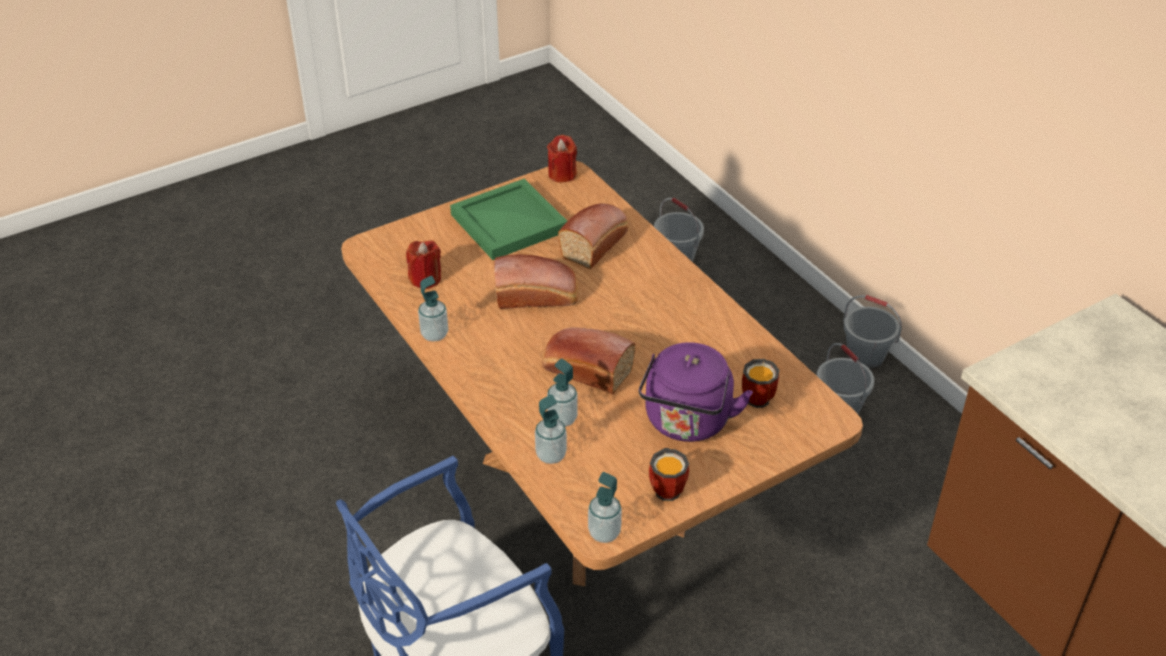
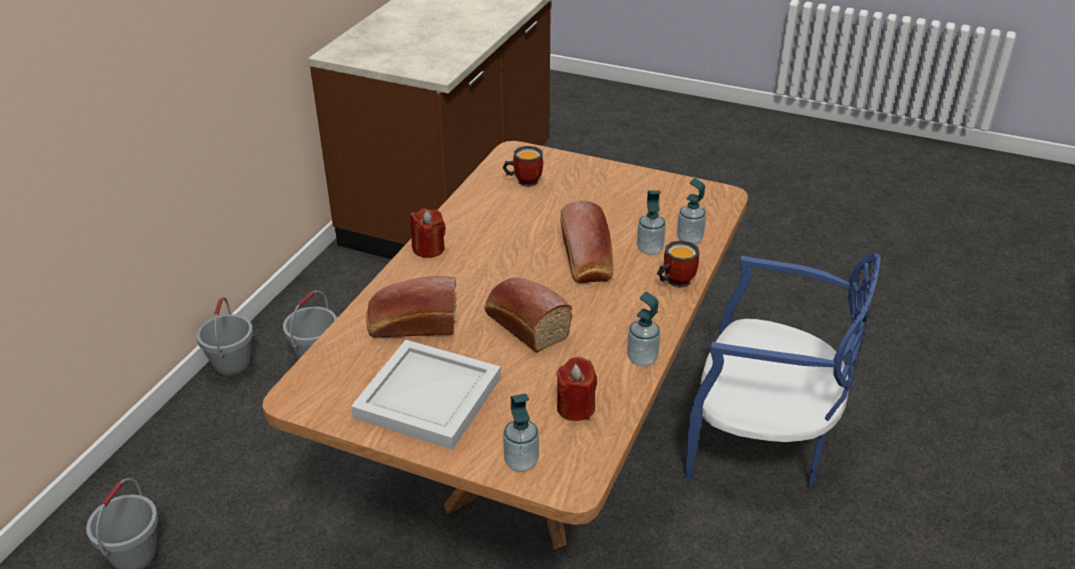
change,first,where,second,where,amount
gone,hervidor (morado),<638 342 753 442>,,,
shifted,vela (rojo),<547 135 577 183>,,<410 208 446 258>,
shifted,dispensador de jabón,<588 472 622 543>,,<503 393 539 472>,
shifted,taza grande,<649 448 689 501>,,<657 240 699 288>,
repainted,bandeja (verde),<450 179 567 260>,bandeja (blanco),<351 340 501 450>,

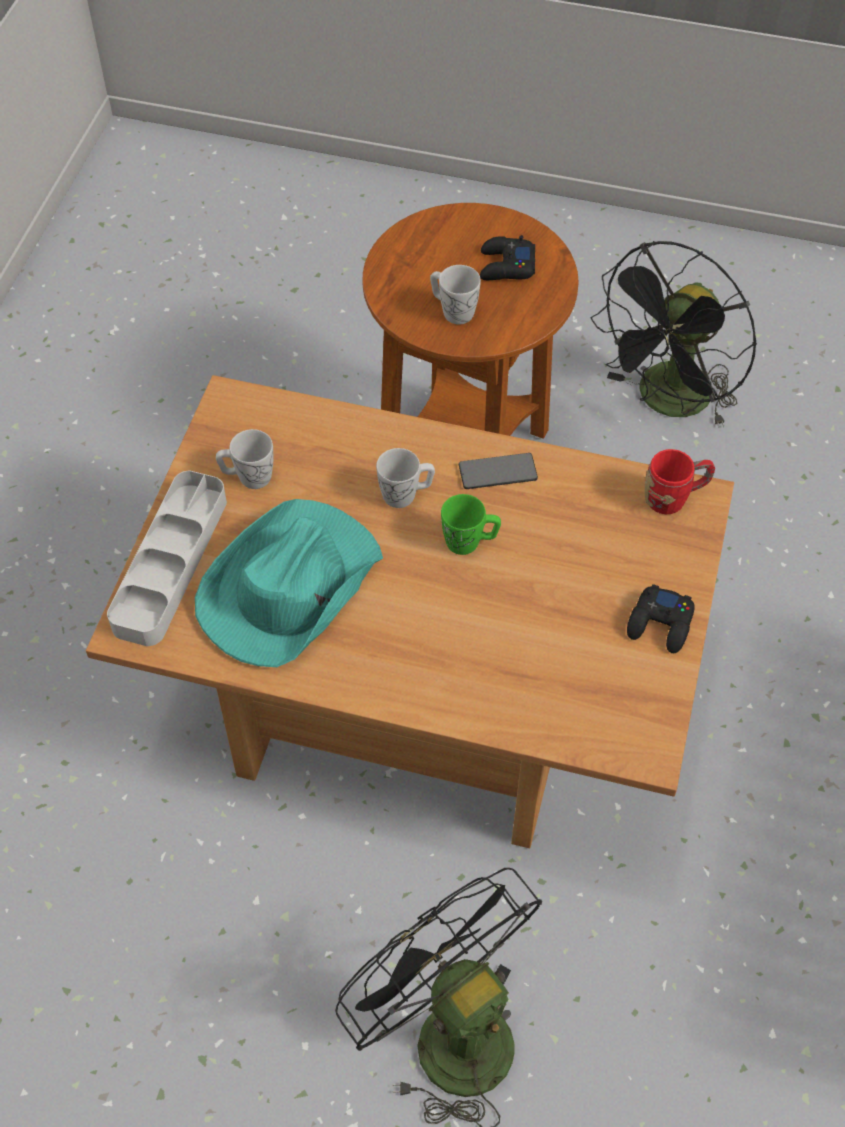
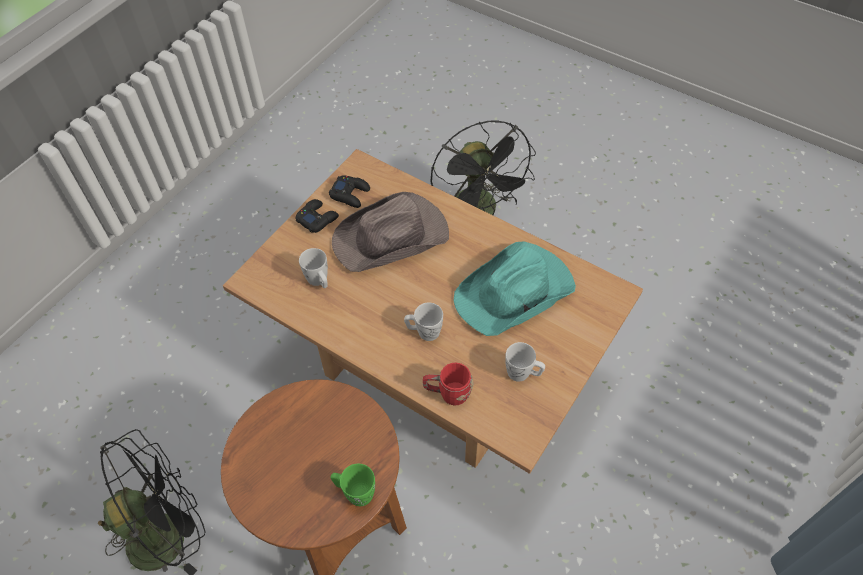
change,first,where,second,where,amount
gone,bandeja (gris),<107 471 227 646>,,,
gone,móvil,<459 453 538 489>,,,
new,,,sombrero (marrón),<332 192 449 272>,
shifted,taza grande (blanco),<430 265 481 324>,,<299 248 328 288>,
shifted,taza grande (verde),<441 494 501 555>,,<331 464 375 506>,
shifted,mando de consola (negro),<480 235 535 280>,,<329 175 370 208>,
shifted,taza grande (rojo),<645 449 715 514>,,<423 363 473 406>,

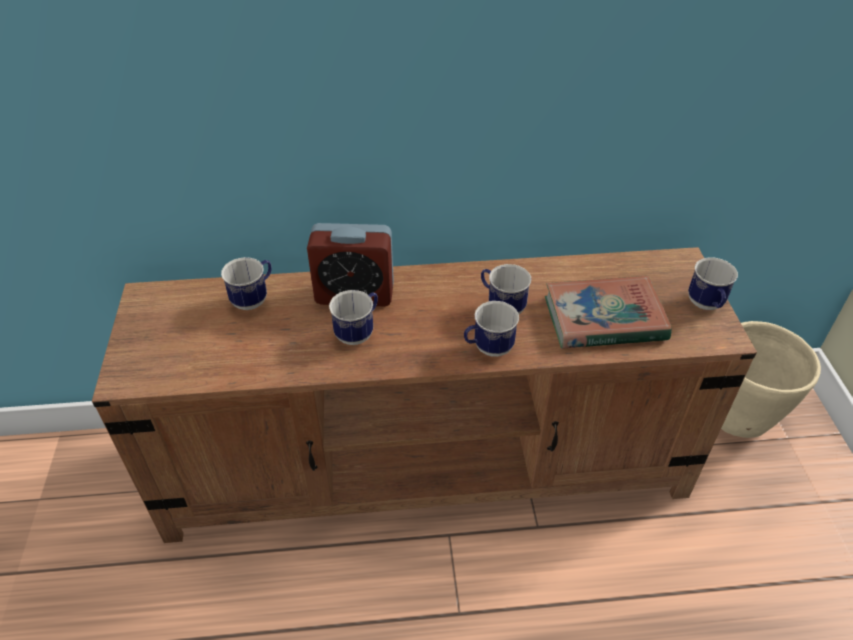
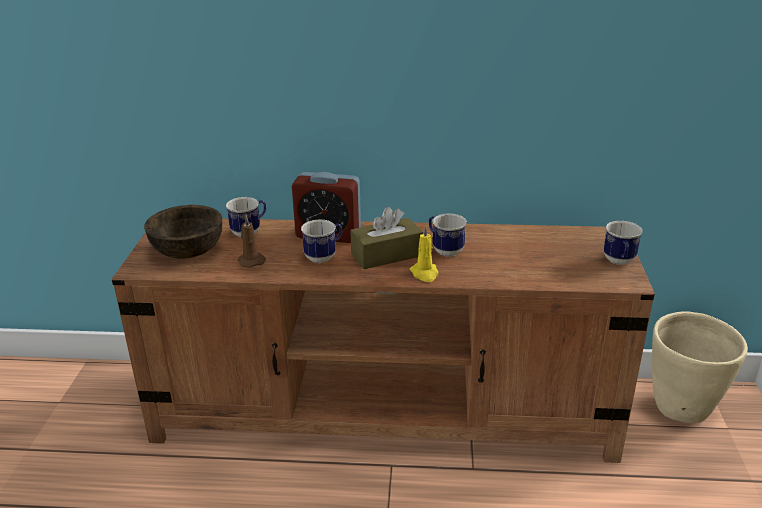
change,first,where,second,where,amount
gone,libro,<545 276 672 349>,,,
new,,,cuenco (marrón),<144 205 222 259>,
new,,,vela (marrón),<238 215 266 268>,
new,,,caja de pañuelos (marrón),<350 207 423 269>,
swapped,taza grande,<464 301 519 357>,vela (amarillo),<410 225 438 282>,

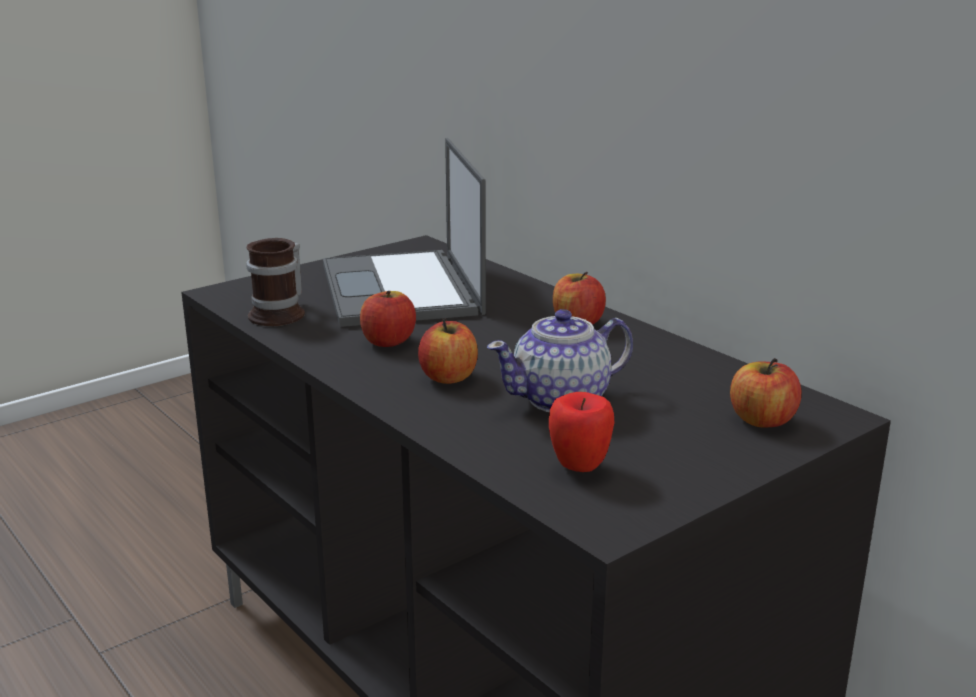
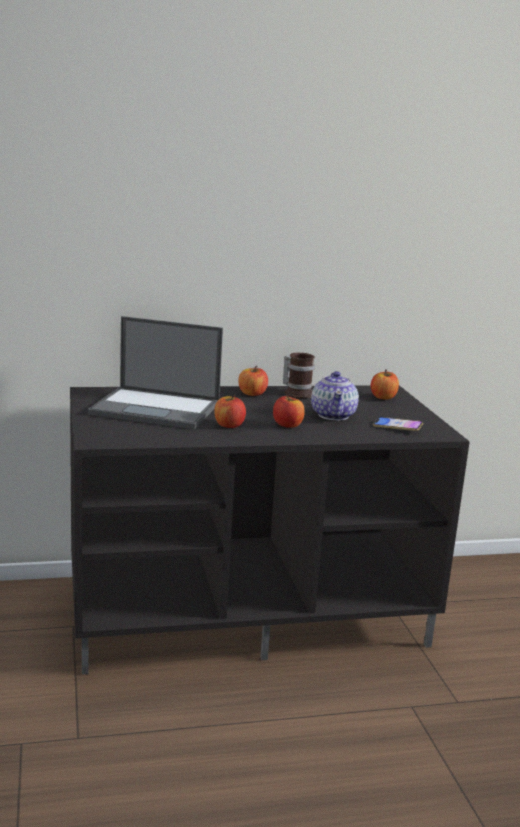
change,first,where,second,where,amount
shifted,taza grande,<246 238 305 326>,,<283 353 315 398>,
swapped,manzana,<549 392 614 472>,móvil,<373 417 423 431>,

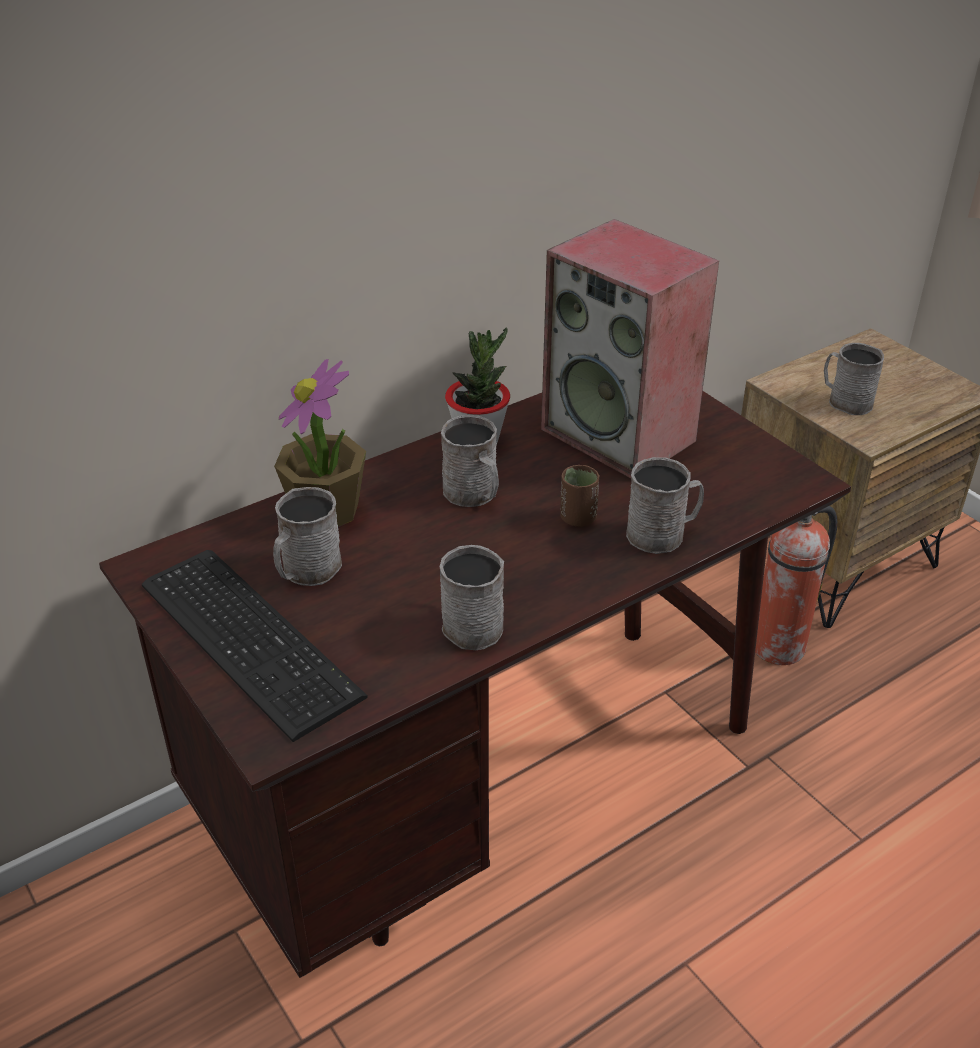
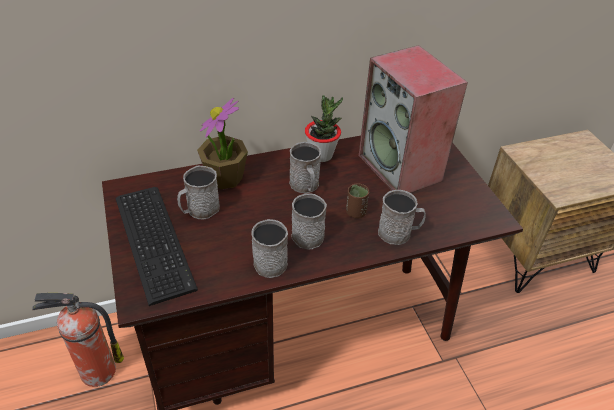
change,first,where,second,where,amount
shifted,extintor,<755 506 837 665>,,<32 293 124 387>,
shifted,taza grande (gris),<824 343 884 415>,,<291 193 327 249>,

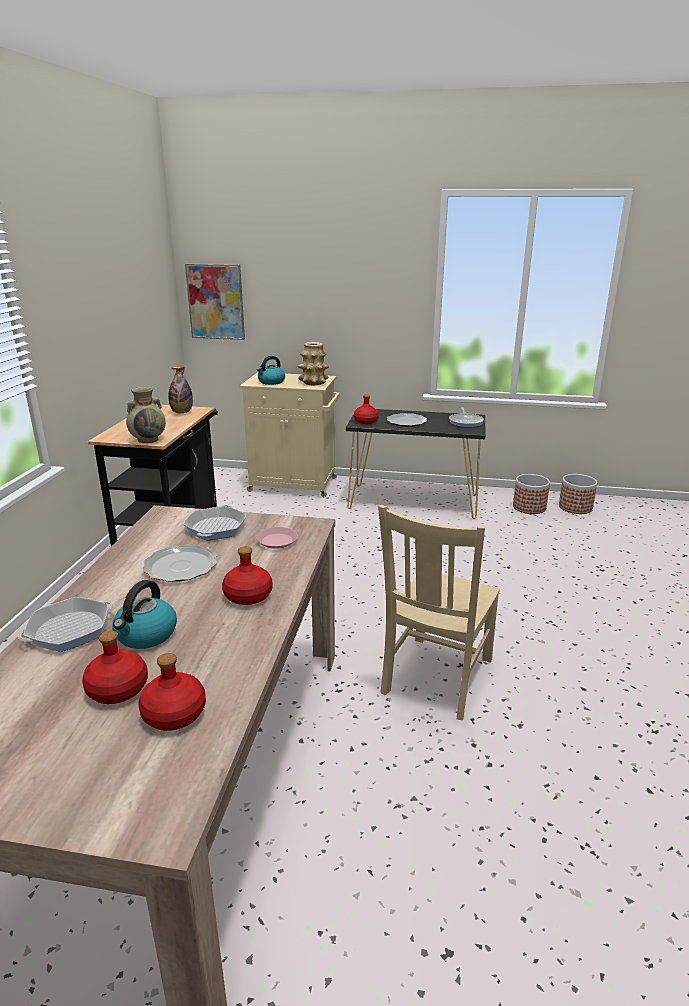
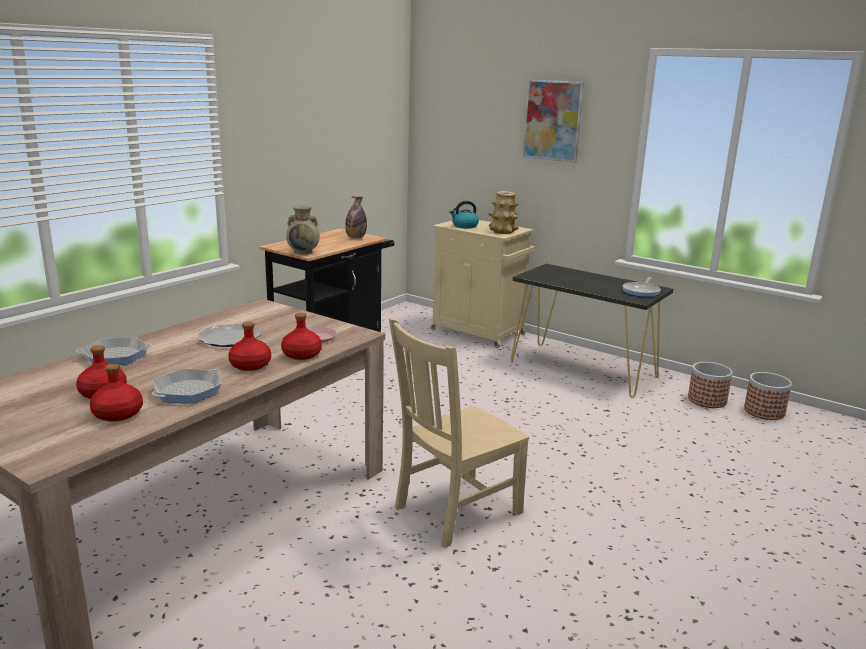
change,first,where,second,where,amount
gone,hervidor,<112 580 177 649>,,,
gone,plato,<387 413 427 427>,,,
shifted,sartén,<183 505 247 540>,,<151 369 222 404>,
shifted,cuadro,<185 264 245 340>,,<523 79 584 163>,
shifted,botella (rojo),<354 395 379 424>,,<281 313 322 360>,

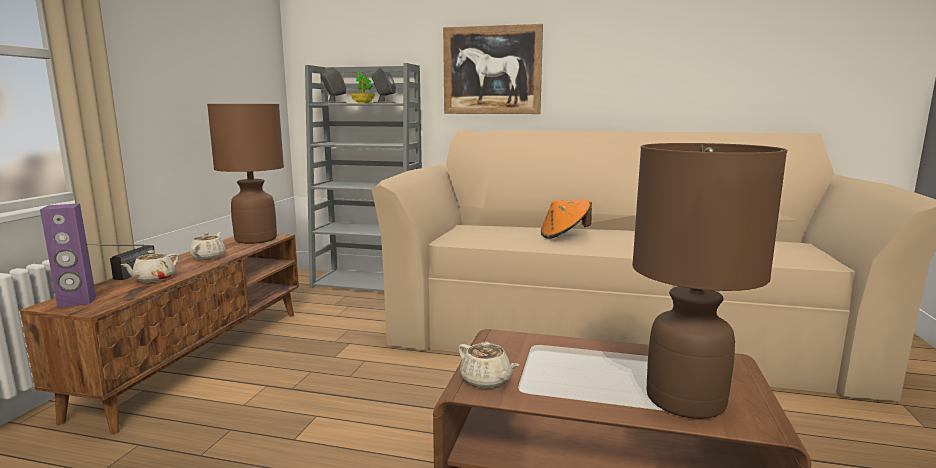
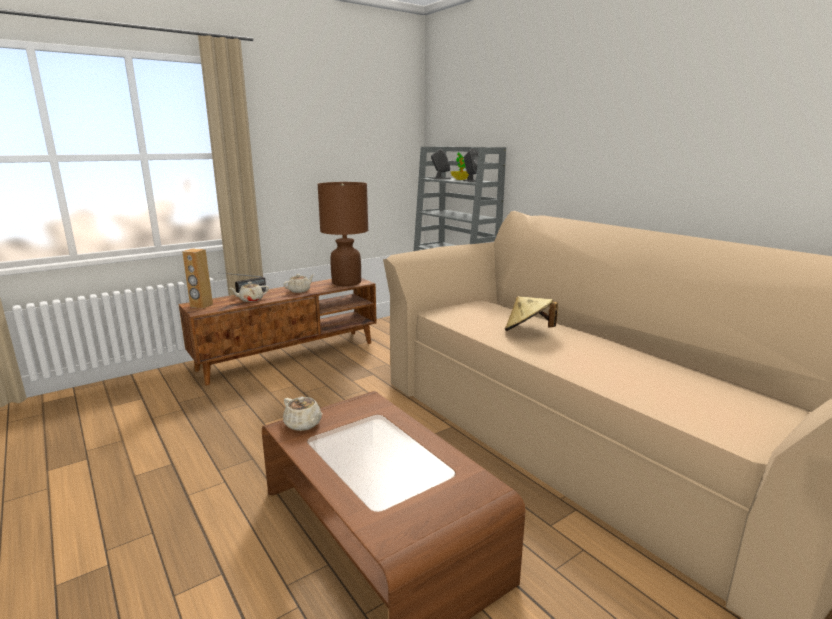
change,first,where,second,where,amount
gone,cuadro,<443 24 543 114>,,,
gone,lámpara de mesa (marrón),<632 143 787 419>,,,
repainted,altavoz (morado),<40 204 96 308>,altavoz (marrón),<182 249 213 309>,
repainted,sombrero (naranja),<541 199 592 239>,sombrero (beis),<505 296 558 331>,
rotated,tetera (beis),<458 342 519 388>,,<283 396 323 431>,45 degrees counterclockwise

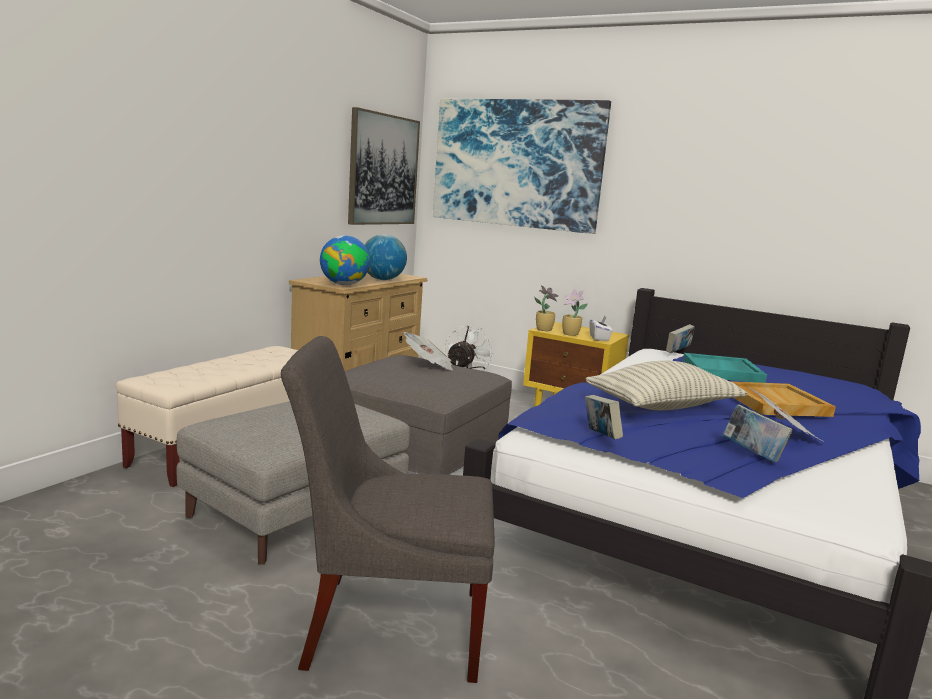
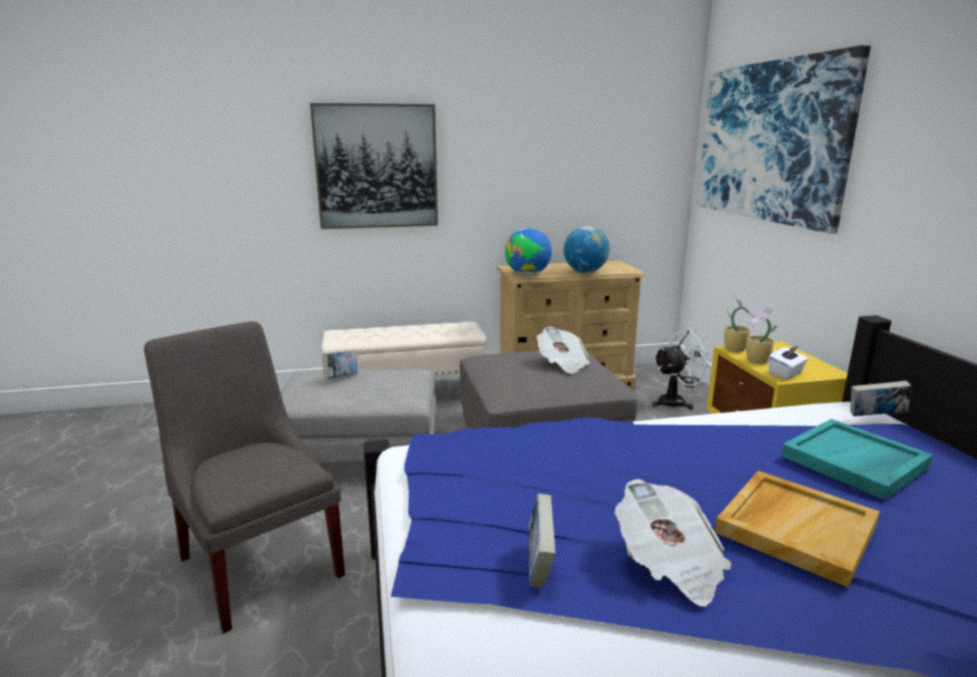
change,first,where,second,where,amount
gone,cojín,<585 361 747 410>,,,
shifted,cuadro,<348 107 420 225>,,<310 103 438 229>,
shifted,libro,<585 395 623 440>,,<322 350 357 379>,

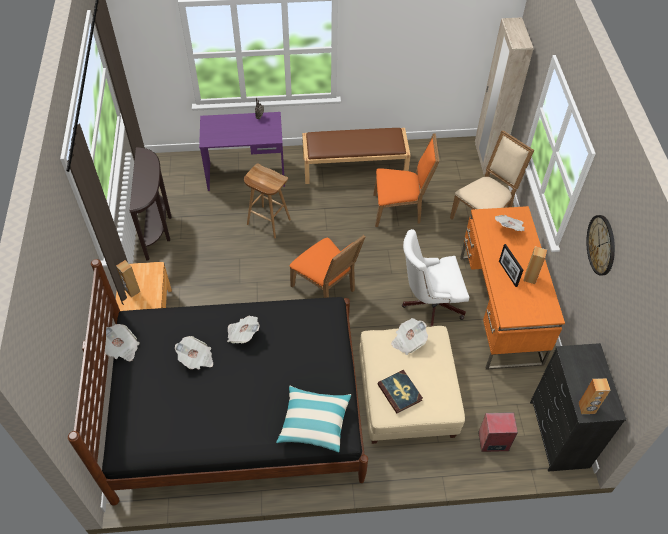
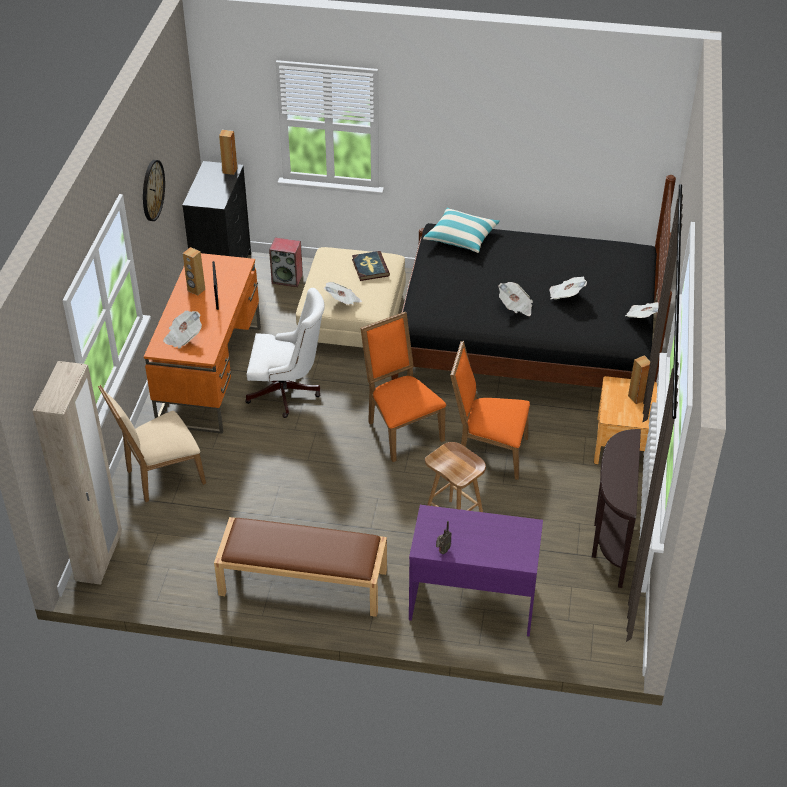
change,first,where,second,where,amount
shifted,silla (naranja),<373 133 439 227>,,<450 341 530 480>,

